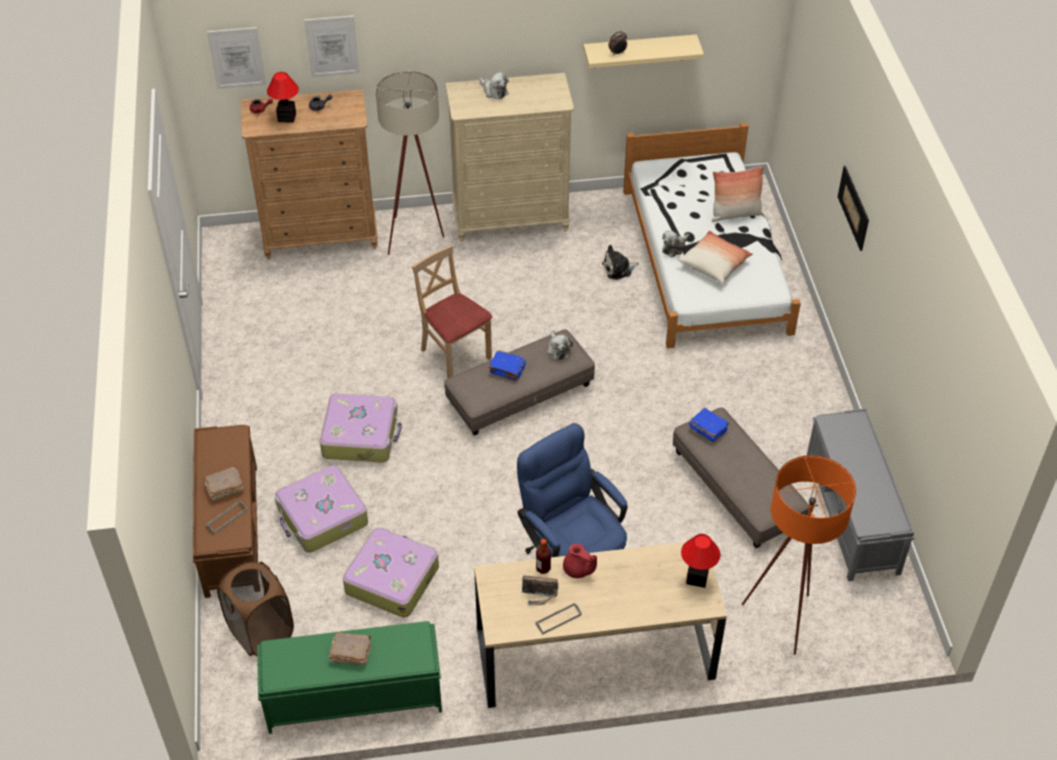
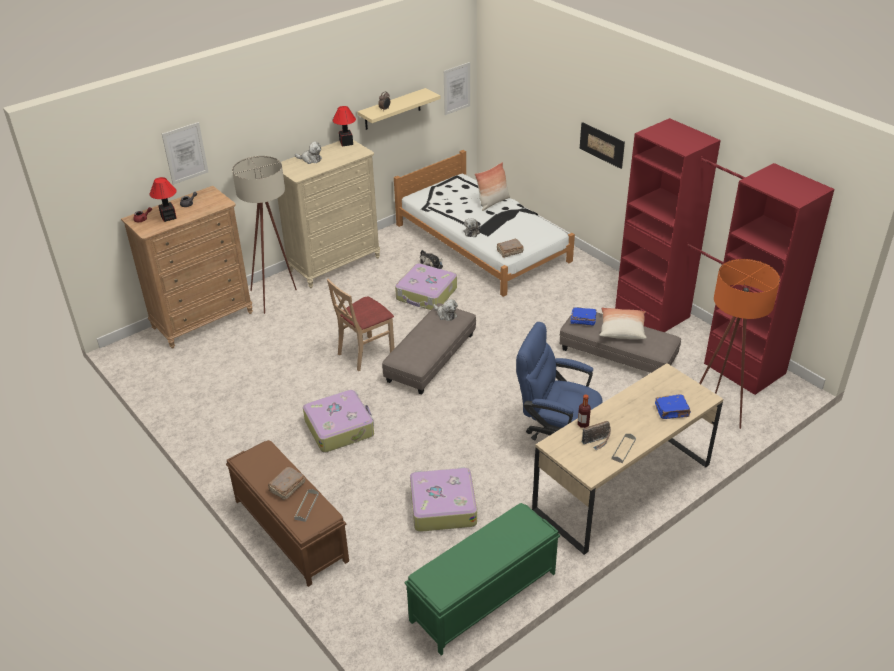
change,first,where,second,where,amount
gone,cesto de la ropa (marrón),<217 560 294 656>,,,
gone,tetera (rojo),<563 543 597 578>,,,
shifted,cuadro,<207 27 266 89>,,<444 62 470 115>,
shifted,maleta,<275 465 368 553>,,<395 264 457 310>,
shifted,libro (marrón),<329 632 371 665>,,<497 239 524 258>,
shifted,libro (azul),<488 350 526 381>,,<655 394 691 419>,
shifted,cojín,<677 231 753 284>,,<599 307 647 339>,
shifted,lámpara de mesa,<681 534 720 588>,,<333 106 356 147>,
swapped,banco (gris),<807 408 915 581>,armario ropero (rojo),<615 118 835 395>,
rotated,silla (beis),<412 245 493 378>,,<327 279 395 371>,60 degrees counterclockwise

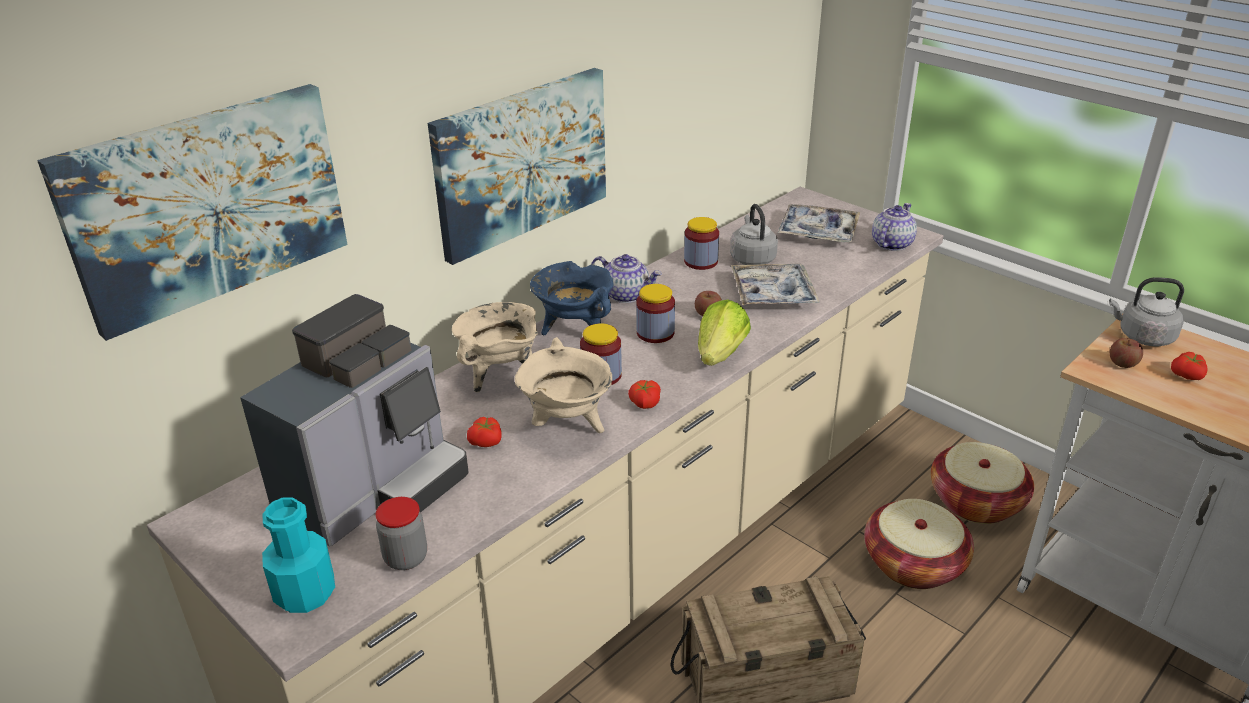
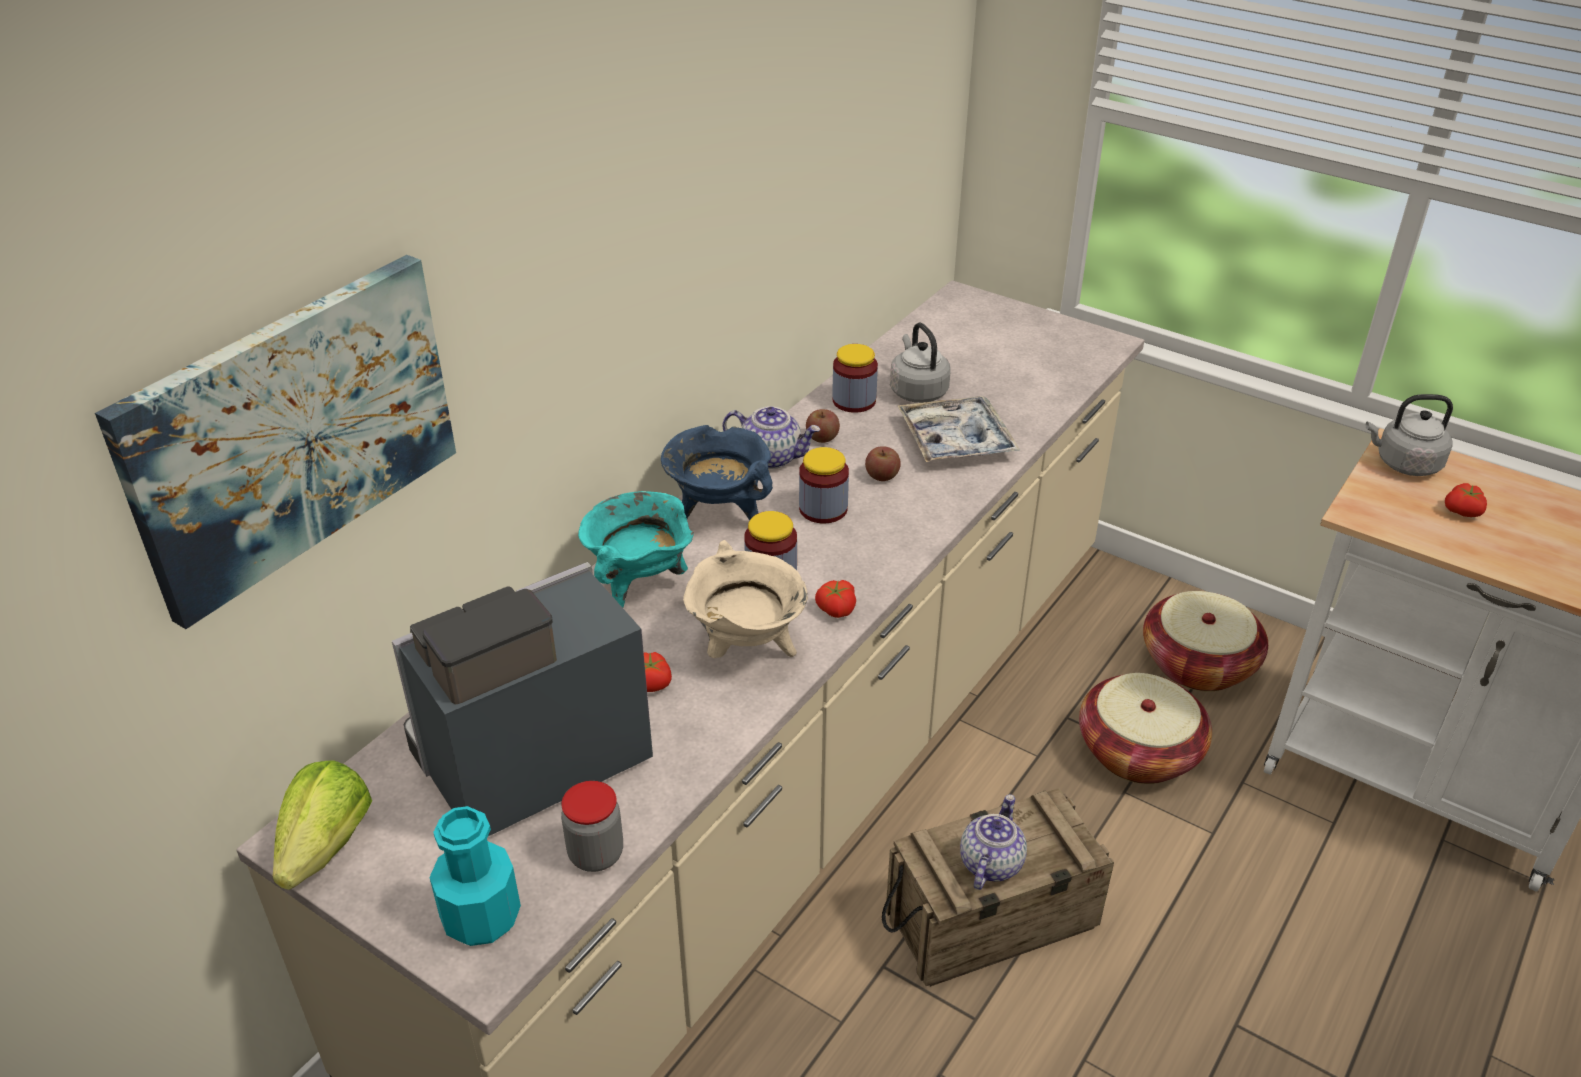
change,first,where,second,where,amount
gone,cuadro,<428 68 606 265>,,,
gone,bandeja,<777 204 860 242>,,,
shifted,lechuga,<698 299 751 366>,,<272 760 372 890>,
shifted,tetera,<872 203 917 251>,,<960 794 1027 890>,
shifted,manzana,<1110 338 1143 368>,,<806 409 840 443>,
repainted,olla (beis),<452 302 538 393>,olla (turquesa),<578 491 694 608>,
rotated,cafetera,<240 294 469 546>,,<392 562 653 836>,150 degrees counterclockwise

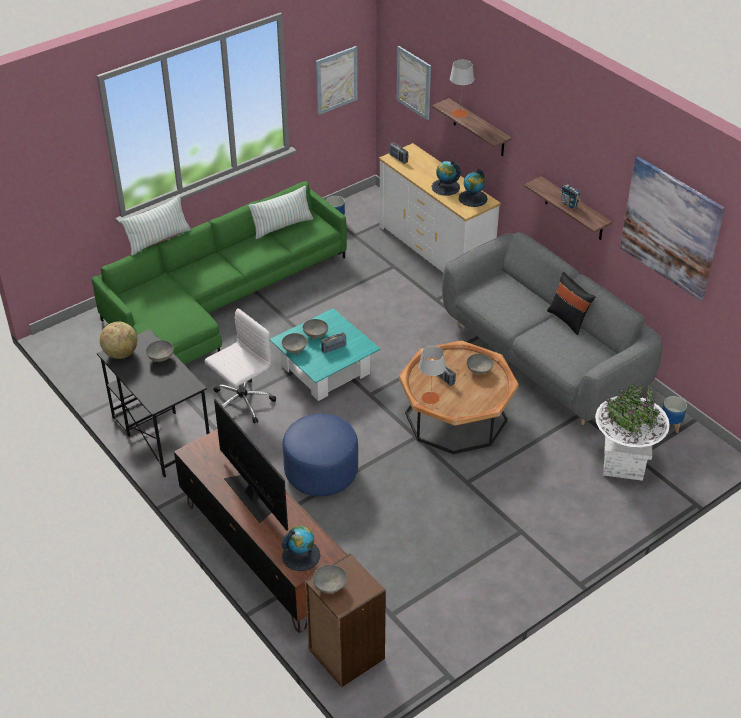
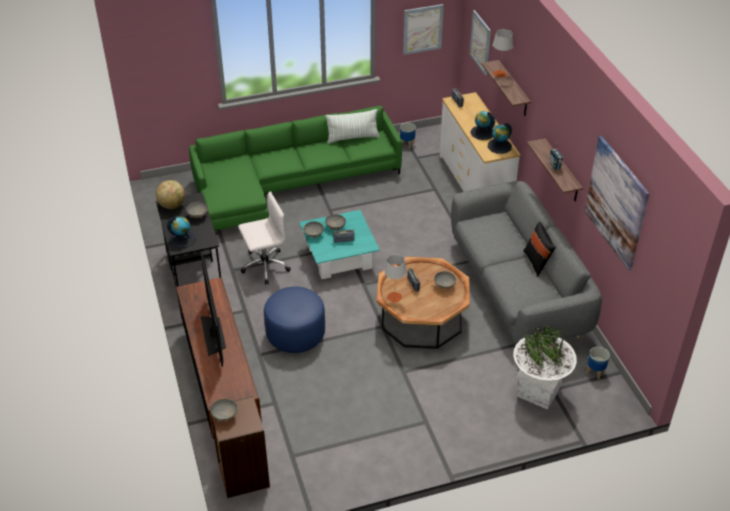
change,first,where,second,where,amount
gone,cojín,<121 195 191 255>,,,
shifted,globo terráqueo,<282 526 320 571>,,<167 216 196 248>,

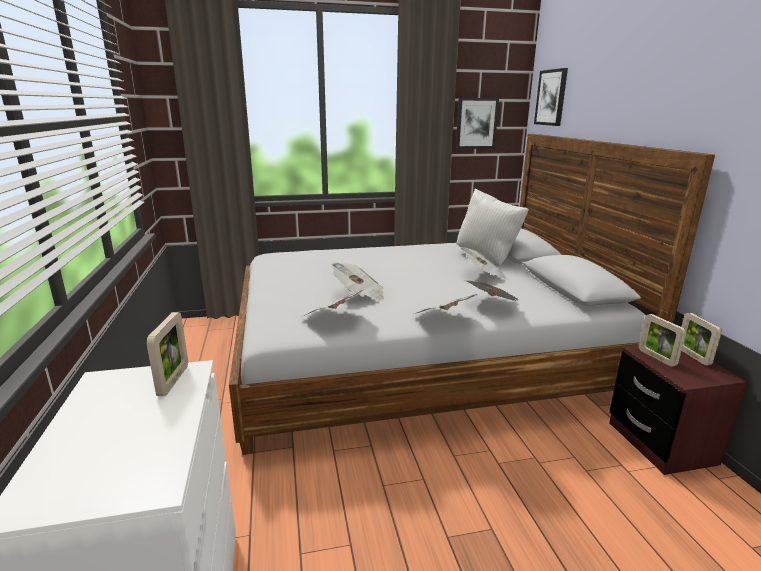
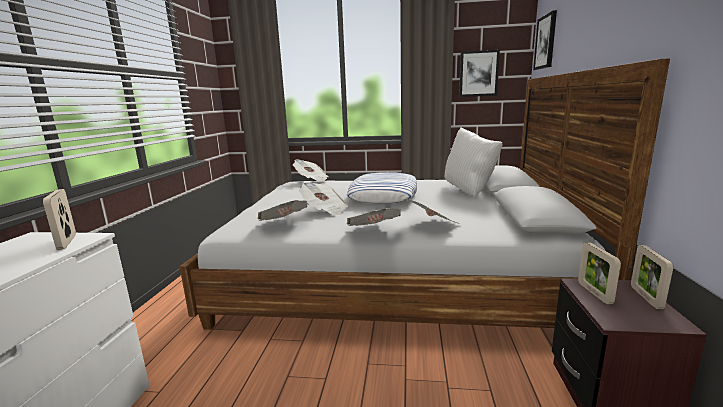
change,first,where,second,where,amount
new,,,cojín,<346 172 417 203>,
shifted,periódico,<460 247 509 280>,,<293 159 329 182>,
rotated,portarretratos,<147 312 188 396>,,<43 189 76 250>,135 degrees clockwise

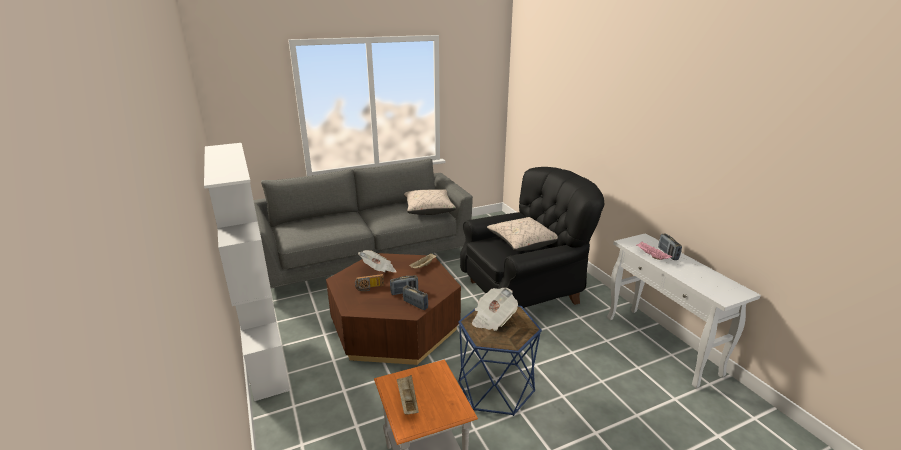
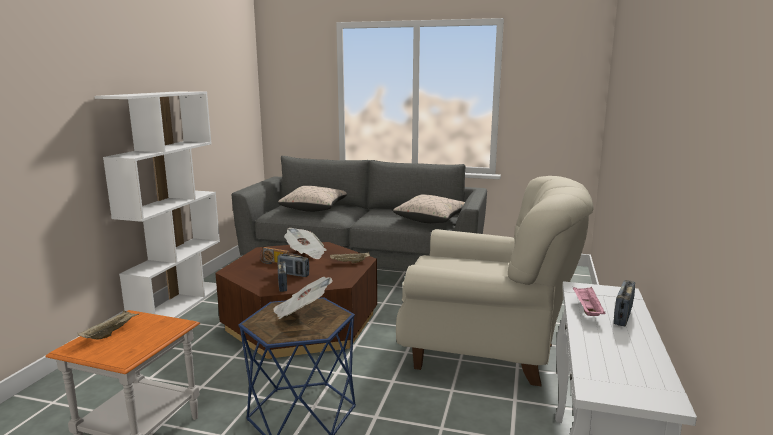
change,first,where,second,where,amount
shifted,cojín (beis),<487 217 558 251>,,<278 186 347 212>,
repainted,sillón (negro),<460 167 605 308>,sillón (beis),<396 176 594 386>,

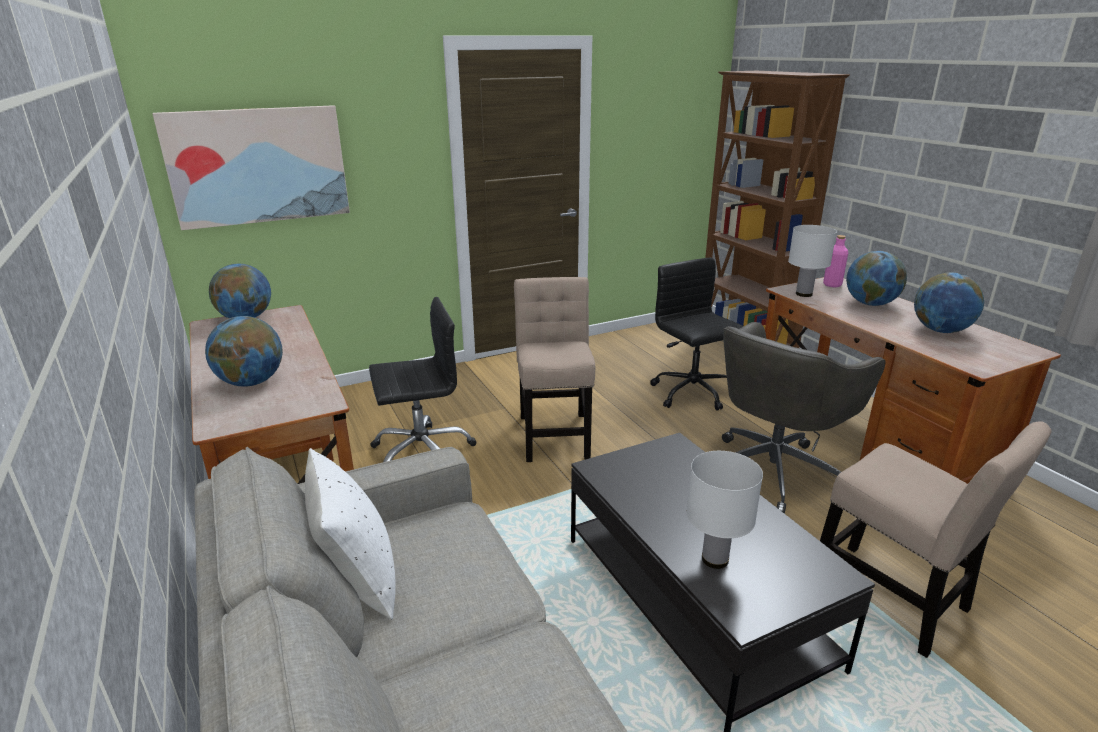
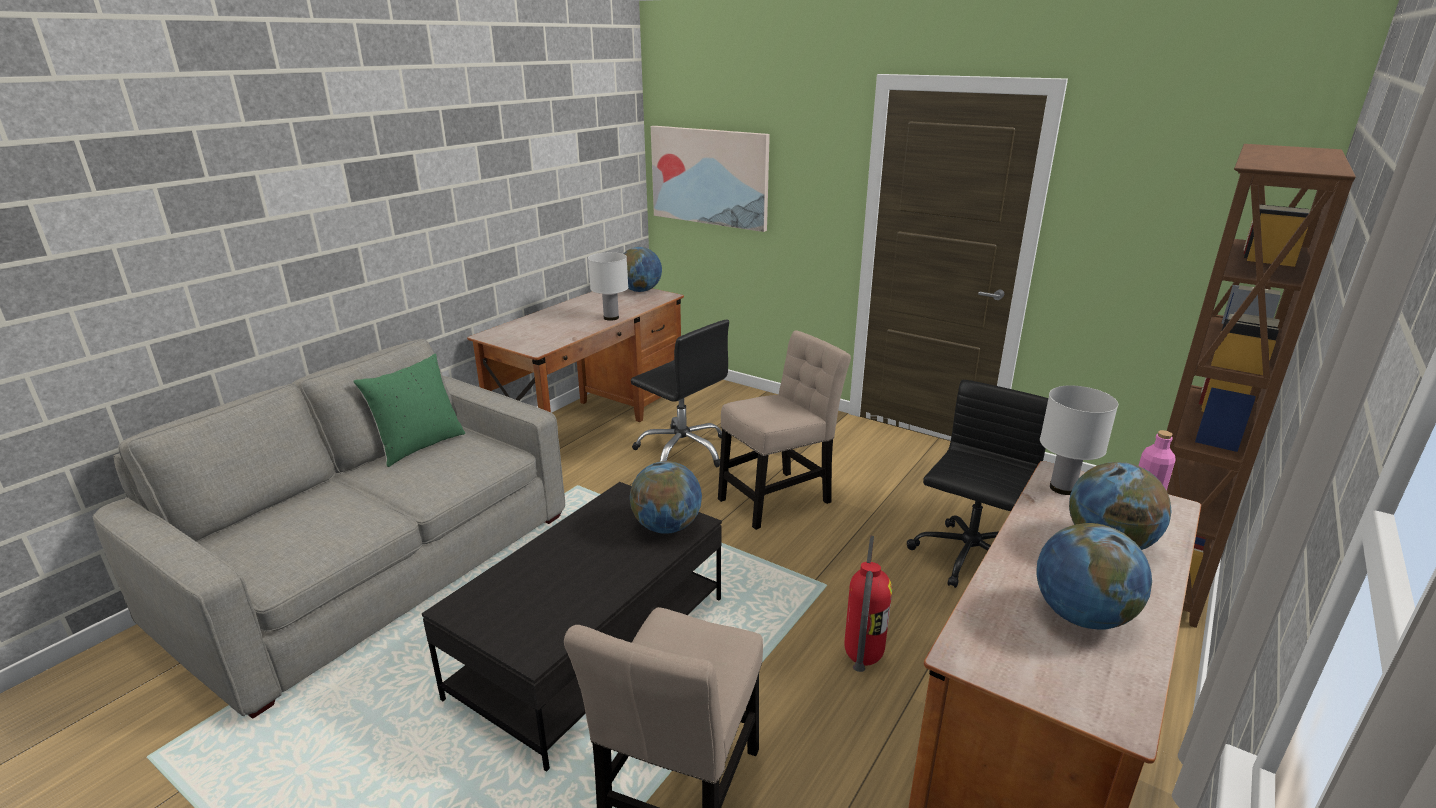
change,first,where,second,where,amount
shifted,globo terráqueo,<205 316 283 386>,,<630 461 702 534>,
shifted,lámpara de mesa (blanco),<687 451 763 569>,,<588 252 628 321>,
swapped,silla de oficina (gris),<722 322 886 514>,extintor,<844 536 892 672>,
repainted,cojín (blanco),<305 448 396 620>,cojín (verde),<353 354 465 467>,

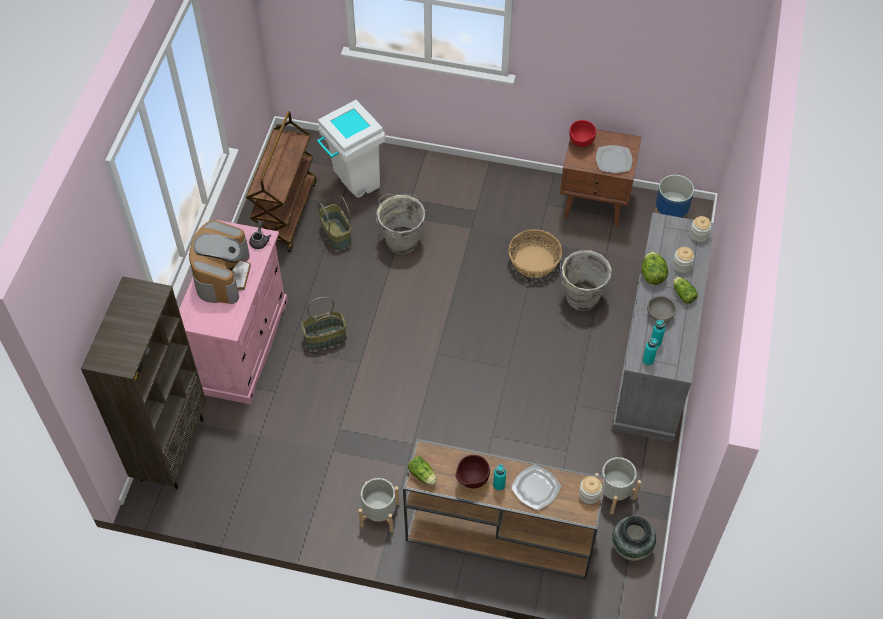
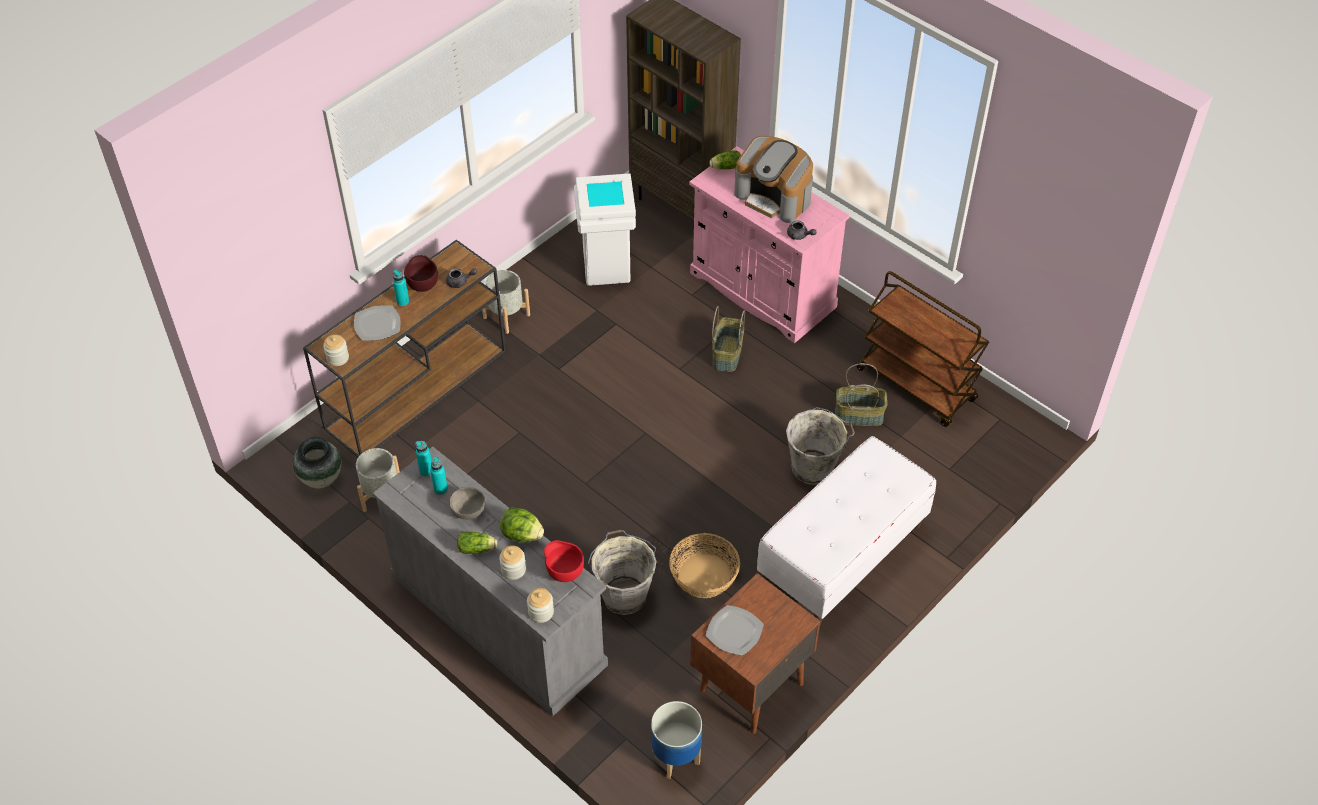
change,first,where,second,where,amount
new,,,tetera (gris),<446 268 477 288>,
new,,,banco (blanco),<757 436 936 625>,
shifted,papelera (blanco),<317 100 385 198>,,<574 173 636 286>,
shifted,lechuga,<408 456 437 485>,,<710 150 741 170>,
shifted,cuenco (rojo),<569 120 596 147>,,<544 540 584 582>,

